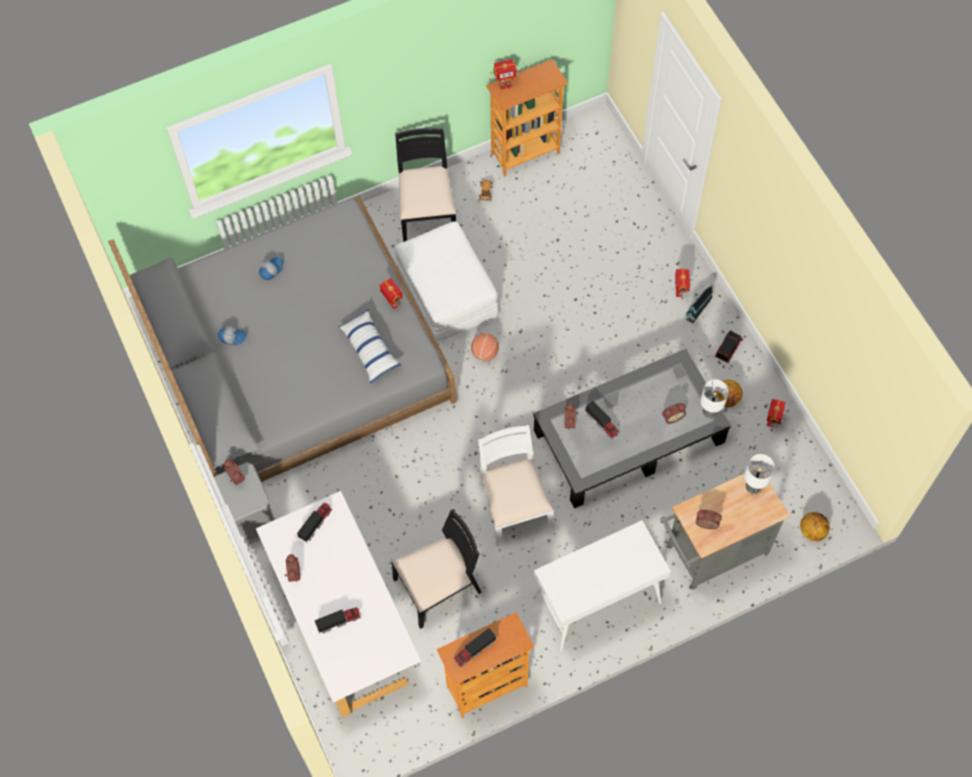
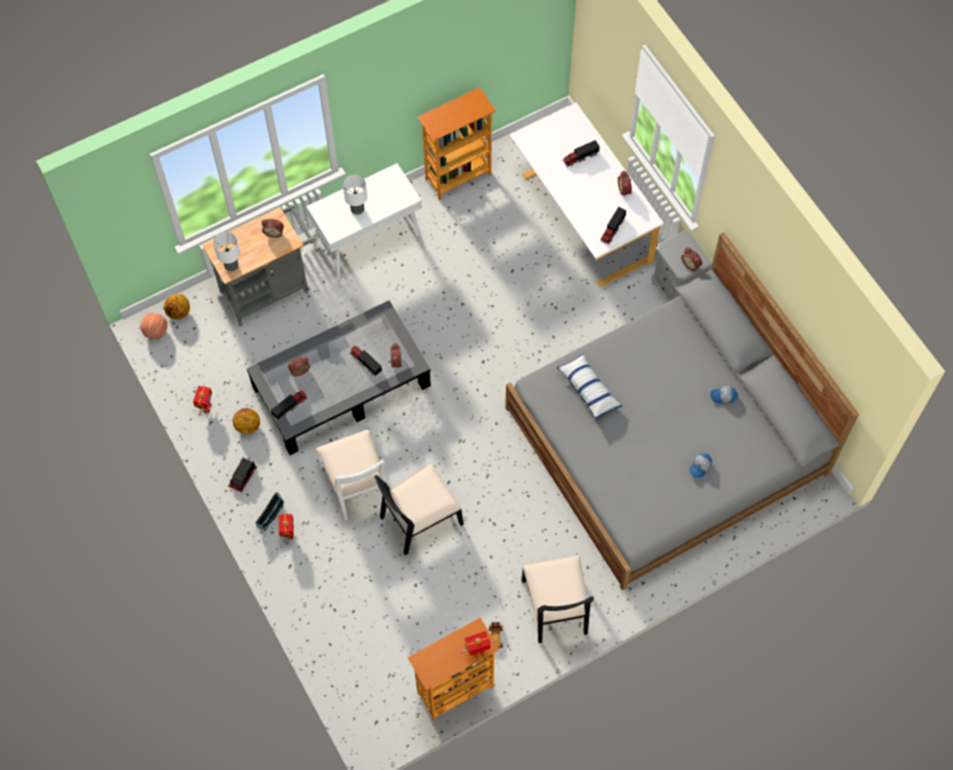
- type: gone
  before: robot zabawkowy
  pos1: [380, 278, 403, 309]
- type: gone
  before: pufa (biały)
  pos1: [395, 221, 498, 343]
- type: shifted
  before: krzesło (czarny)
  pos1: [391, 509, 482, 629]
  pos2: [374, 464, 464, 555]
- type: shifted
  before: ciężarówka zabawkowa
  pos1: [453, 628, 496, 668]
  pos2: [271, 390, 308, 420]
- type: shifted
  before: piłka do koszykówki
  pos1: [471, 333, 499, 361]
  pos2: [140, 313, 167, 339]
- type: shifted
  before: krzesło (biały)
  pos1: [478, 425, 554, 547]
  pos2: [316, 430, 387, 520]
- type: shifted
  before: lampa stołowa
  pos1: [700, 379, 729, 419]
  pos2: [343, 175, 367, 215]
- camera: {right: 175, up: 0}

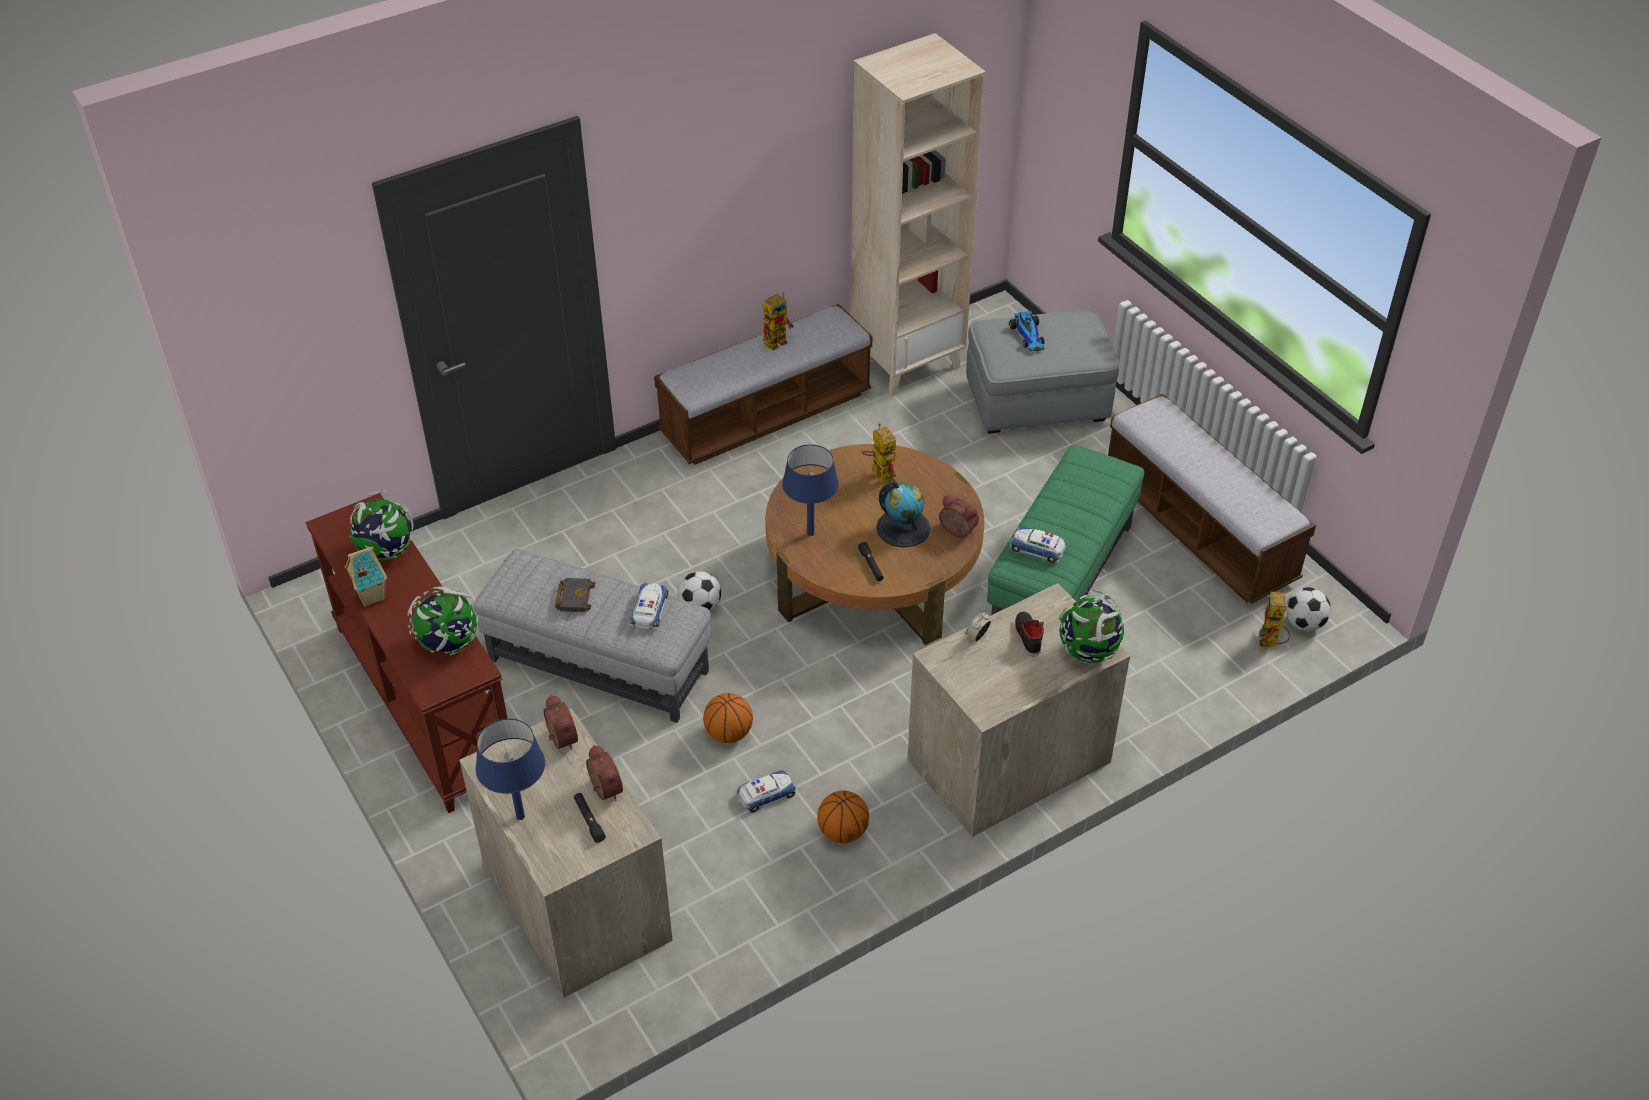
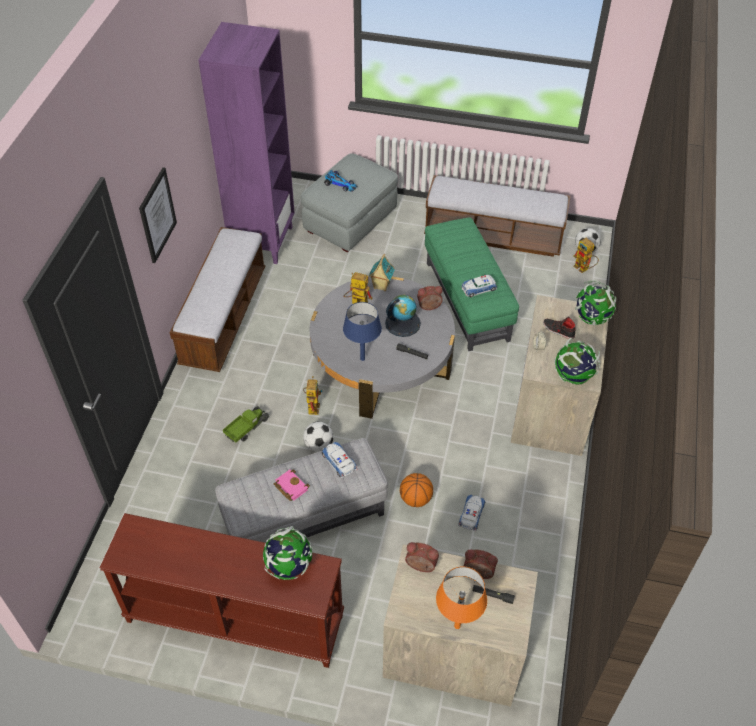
- type: gone
  before: piłka do koszykówki
  pos1: [817, 790, 869, 843]
- type: new
  after: obraz
  pos2: [139, 167, 177, 263]
- type: new
  after: ciężarówka zabawkowa
  pos2: [223, 406, 269, 442]
- type: shifted
  before: domek
  pos1: [344, 546, 387, 607]
  pos2: [369, 254, 395, 292]
- type: shifted
  before: globus
  pos1: [350, 491, 414, 561]
  pos2: [554, 338, 601, 384]
- type: shifted
  before: robot zabawkowy
  pos1: [763, 292, 794, 351]
  pos2: [303, 376, 322, 415]
- type: repainted
  before: lampa stołowa (niebieski)
  after: lampa stołowa (pomarańczowy)
  pos1: [476, 718, 545, 820]
  pos2: [436, 567, 487, 629]
- type: repainted
  before: książka (czarny)
  after: książka (różowy)
  pos1: [555, 578, 595, 612]
  pos2: [274, 469, 310, 501]
- type: repainted
  before: ława (brązowy)
  after: ława (szary)
  pos1: [765, 444, 984, 645]
  pos2: [309, 276, 455, 419]
- type: repainted
  before: regał (beżowy)
  after: regał (fioletowy)
  pos1: [850, 33, 986, 396]
  pos2: [198, 22, 295, 264]
- camera: {right: -45, up: 5}

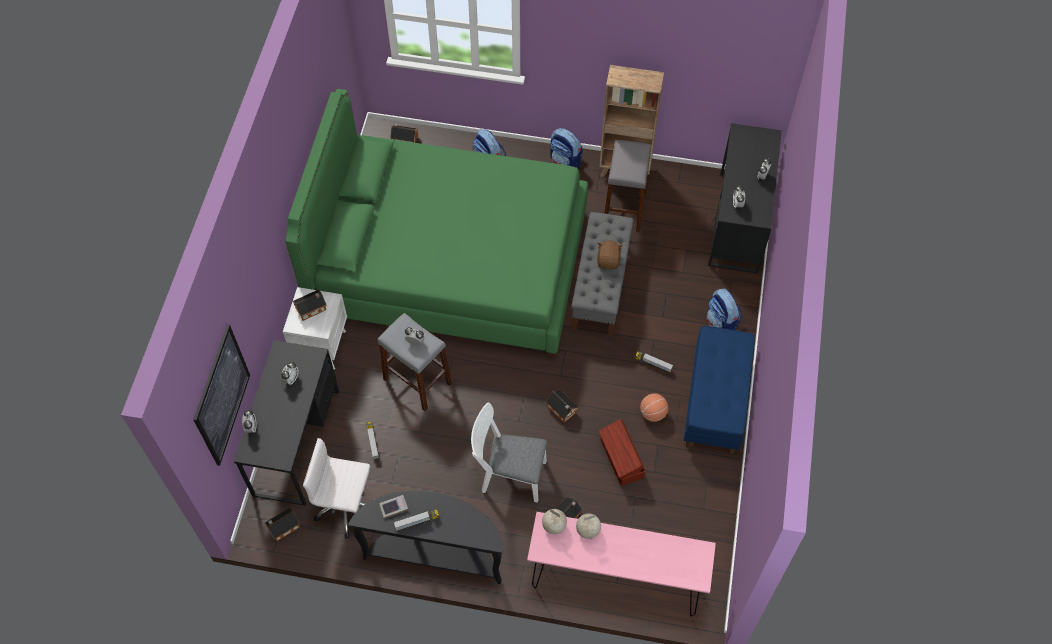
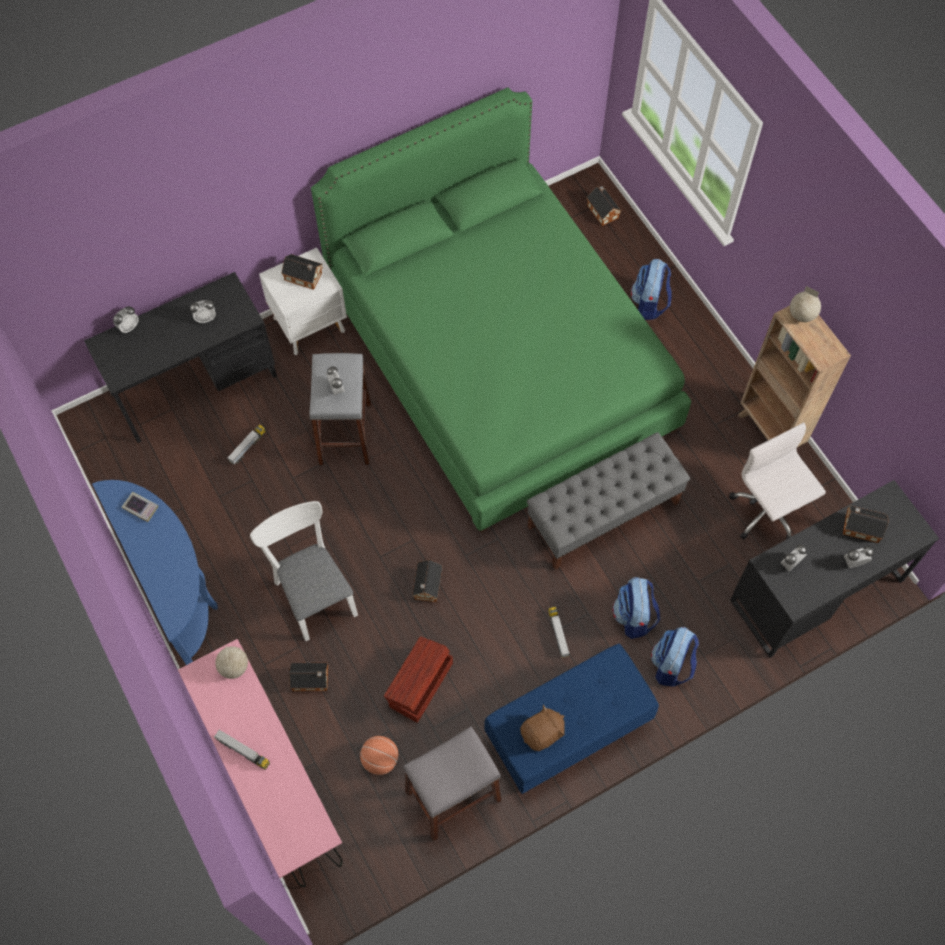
- type: gone
  before: obraz
  pos1: [193, 324, 250, 466]
- type: shifted
  before: domek
  pos1: [265, 507, 300, 541]
  pos2: [843, 505, 889, 543]
- type: shifted
  before: krzesło biurowe (biały)
  pos1: [303, 438, 370, 539]
  pos2: [729, 423, 826, 540]
- type: shifted
  before: ciężarówka zabawkowa
  pos1: [394, 510, 439, 531]
  pos2: [214, 729, 270, 770]
- type: shifted
  before: plecak
  pos1: [550, 128, 583, 169]
  pos2: [613, 577, 660, 639]
- type: shifted
  before: globus
  pos1: [576, 513, 601, 539]
  pos2: [790, 286, 821, 322]
- type: shifted
  before: pluszak (brązowy)
  pos1: [597, 240, 623, 269]
  pos2: [520, 705, 565, 751]
- type: shifted
  before: stołek (szary)
  pos1: [604, 140, 651, 232]
  pos2: [403, 726, 502, 842]
- type: shifted
  before: piłka do koszykówki
  pos1: [640, 393, 668, 422]
  pos2: [360, 736, 398, 775]
- type: repainted
  before: stolik konsolowy (czarny)
  after: stolik konsolowy (niebieski)
  pos1: [348, 490, 503, 584]
  pos2: [92, 480, 218, 665]
- camera: {right: 50, up: 5}

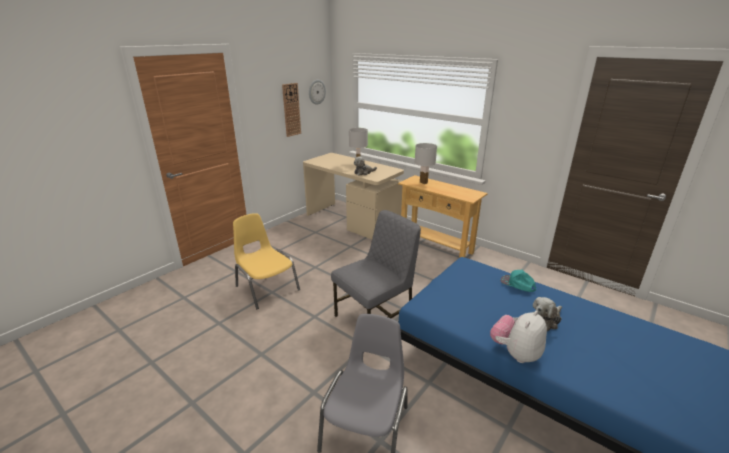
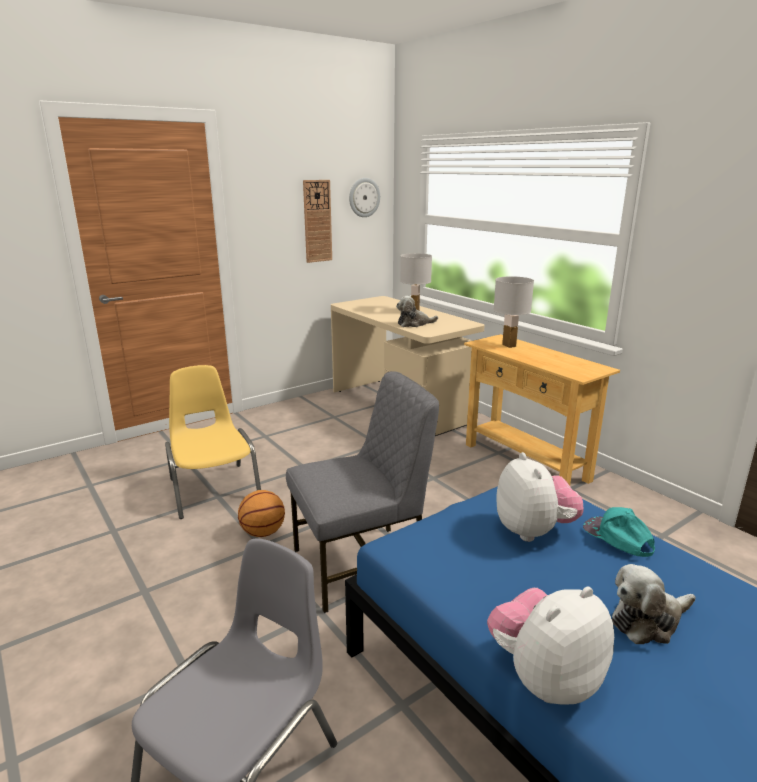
- type: new
  after: piłka do koszykówki
  pos2: [238, 490, 285, 537]
- type: new
  after: pluszak
  pos2: [497, 452, 584, 542]
- camera: {right: 15, up: -5}

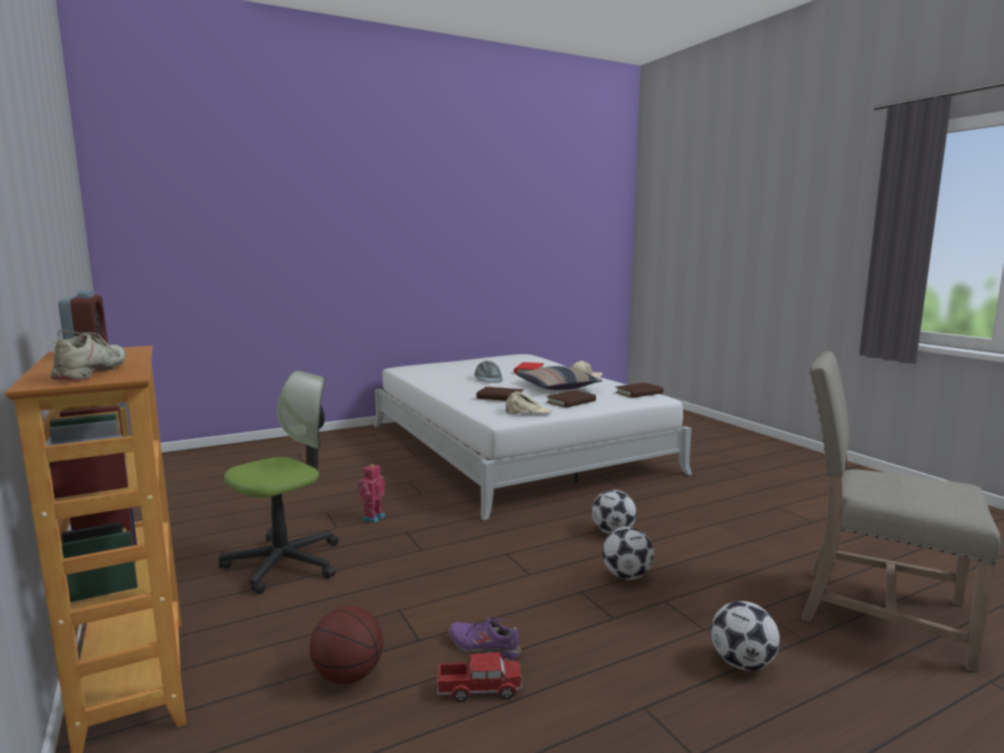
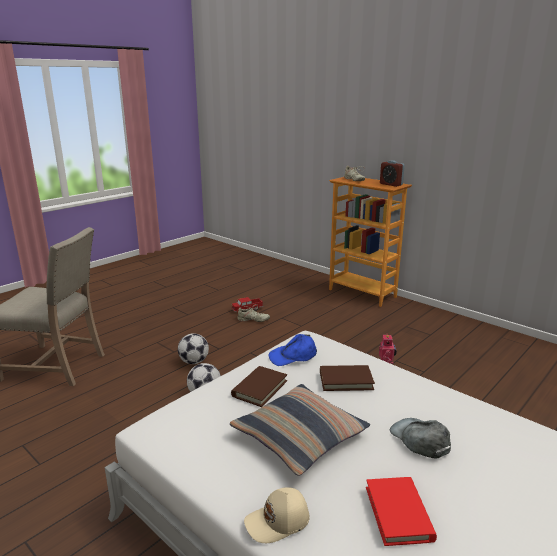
- type: gone
  before: krzesło biurowe
  pos1: [219, 371, 339, 594]
- type: gone
  before: piłka do koszykówki
  pos1: [310, 606, 384, 684]
- type: gone
  before: książka (brązowy)
  pos1: [615, 382, 664, 398]
- type: gone
  before: piłka futbolowa
  pos1: [711, 601, 780, 671]
- type: repainted
  before: but (fioletowy)
  after: but (beżowy)
  pos1: [449, 616, 521, 660]
  pos2: [237, 304, 270, 322]
- type: repainted
  before: czapka z daszkiem (beżowy)
  after: czapka z daszkiem (niebieski)
  pos1: [506, 391, 552, 414]
  pos2: [269, 334, 317, 366]
- camera: {right: 160, up: 10}

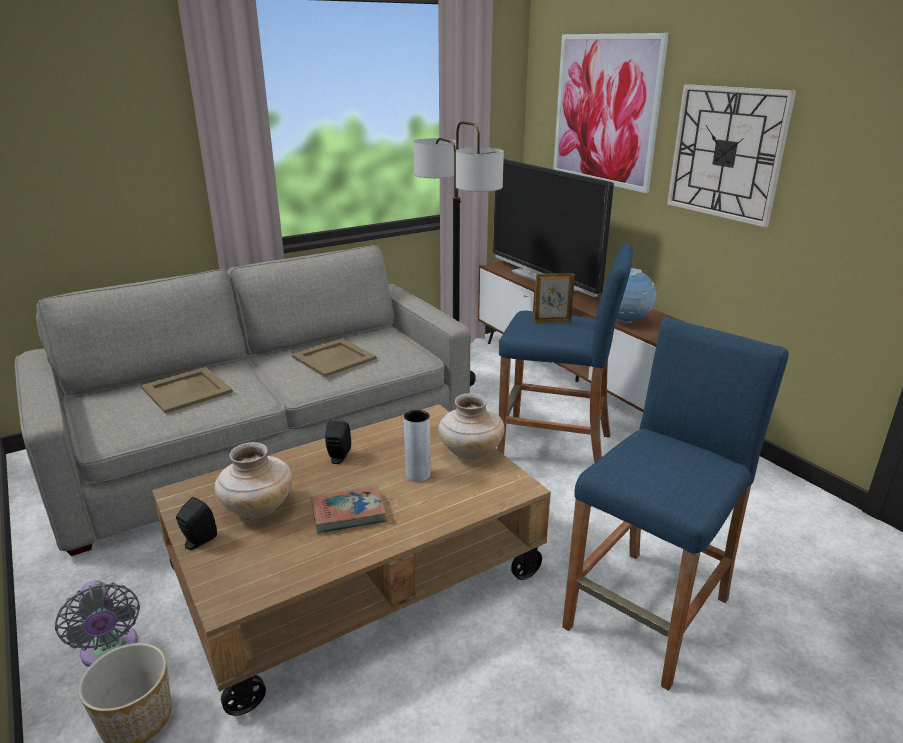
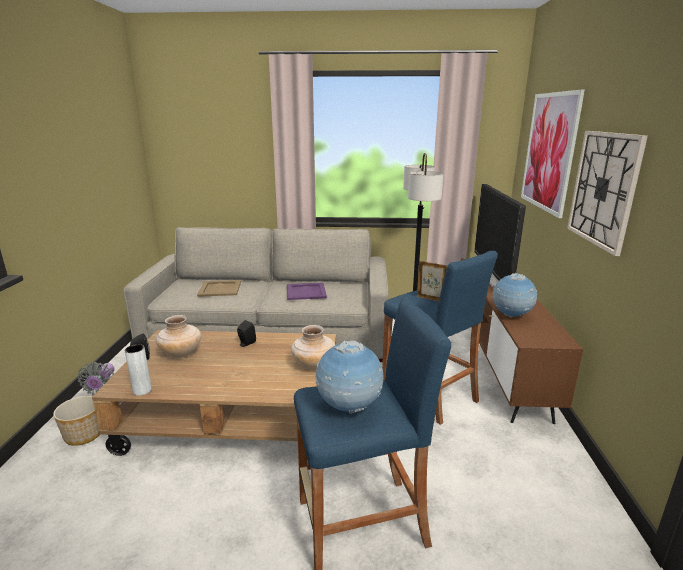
- type: gone
  before: książka
  pos1: [311, 486, 387, 533]
- type: new
  after: globus
  pos2: [315, 341, 384, 414]
- type: shifted
  before: wazon (szary)
  pos1: [404, 410, 431, 482]
  pos2: [125, 344, 152, 396]
- type: repainted
  before: taca (beżowy)
  after: taca (fioletowy)
  pos1: [292, 338, 377, 377]
  pos2: [287, 283, 327, 300]
- camera: {right: 35, up: -5}

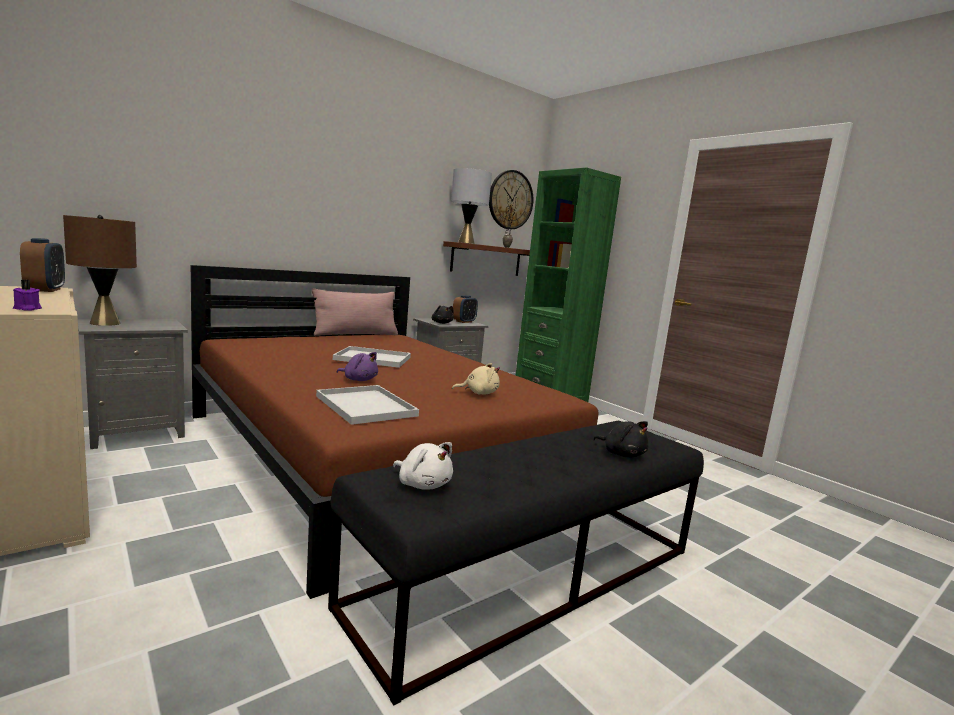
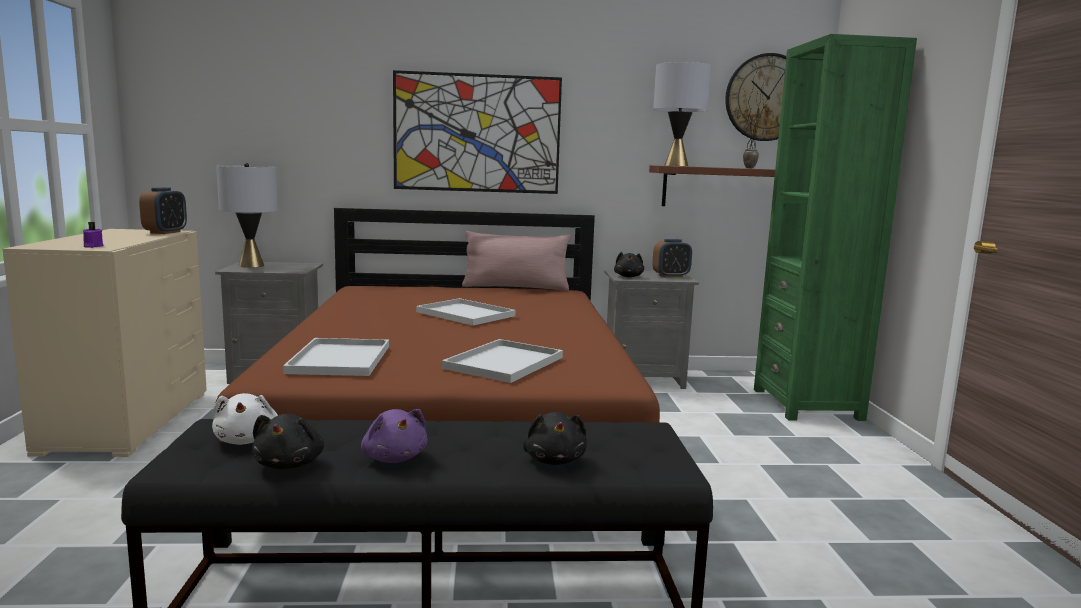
- type: new
  after: pluszak (czarny)
  pos2: [252, 414, 324, 469]
- type: new
  after: obraz
  pos2: [393, 70, 562, 194]
- type: shifted
  before: pluszak (fioletowy)
  pos1: [336, 352, 378, 381]
  pos2: [361, 409, 427, 463]
- type: swapped
  before: pluszak (beżowy)
  after: taca (biały)
  pos1: [452, 363, 500, 395]
  pos2: [442, 339, 563, 383]
- type: repainted
  before: lampa stołowa (brązowy)
  after: lampa stołowa (szary)
  pos1: [63, 215, 137, 326]
  pos2: [216, 163, 278, 268]
- camera: {right: 35, up: 0}

